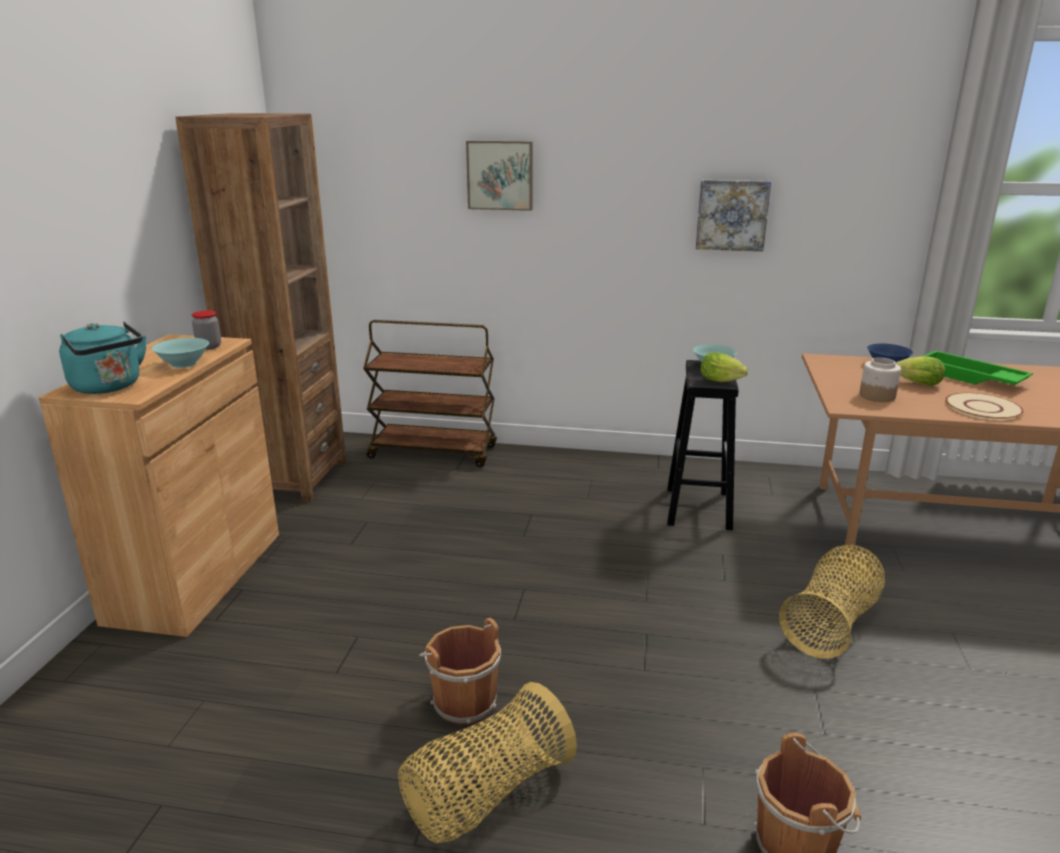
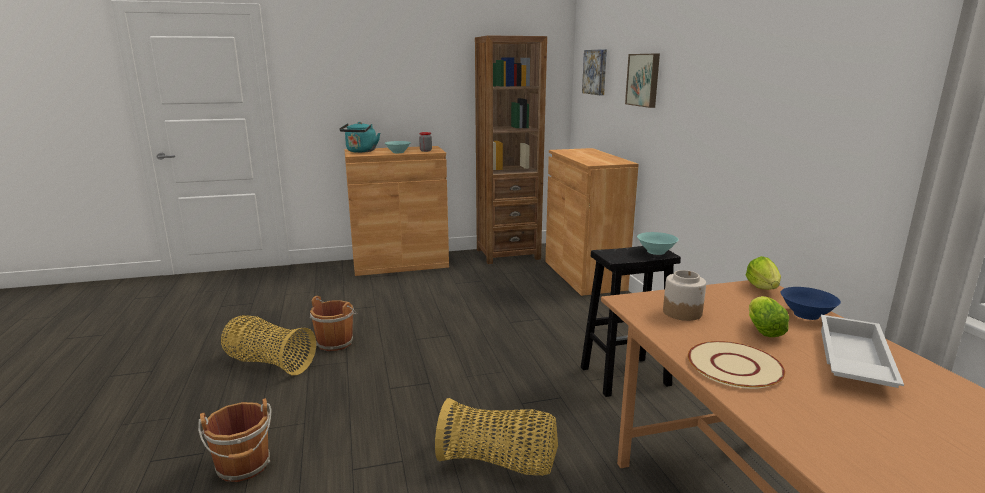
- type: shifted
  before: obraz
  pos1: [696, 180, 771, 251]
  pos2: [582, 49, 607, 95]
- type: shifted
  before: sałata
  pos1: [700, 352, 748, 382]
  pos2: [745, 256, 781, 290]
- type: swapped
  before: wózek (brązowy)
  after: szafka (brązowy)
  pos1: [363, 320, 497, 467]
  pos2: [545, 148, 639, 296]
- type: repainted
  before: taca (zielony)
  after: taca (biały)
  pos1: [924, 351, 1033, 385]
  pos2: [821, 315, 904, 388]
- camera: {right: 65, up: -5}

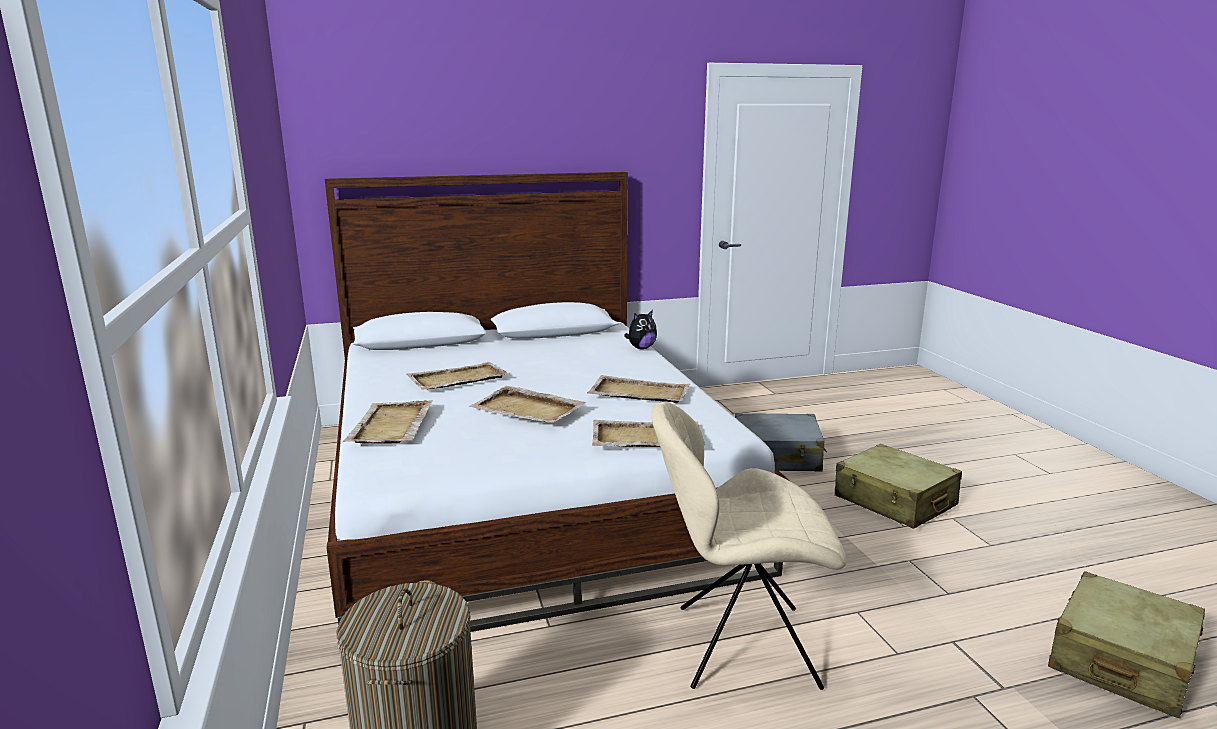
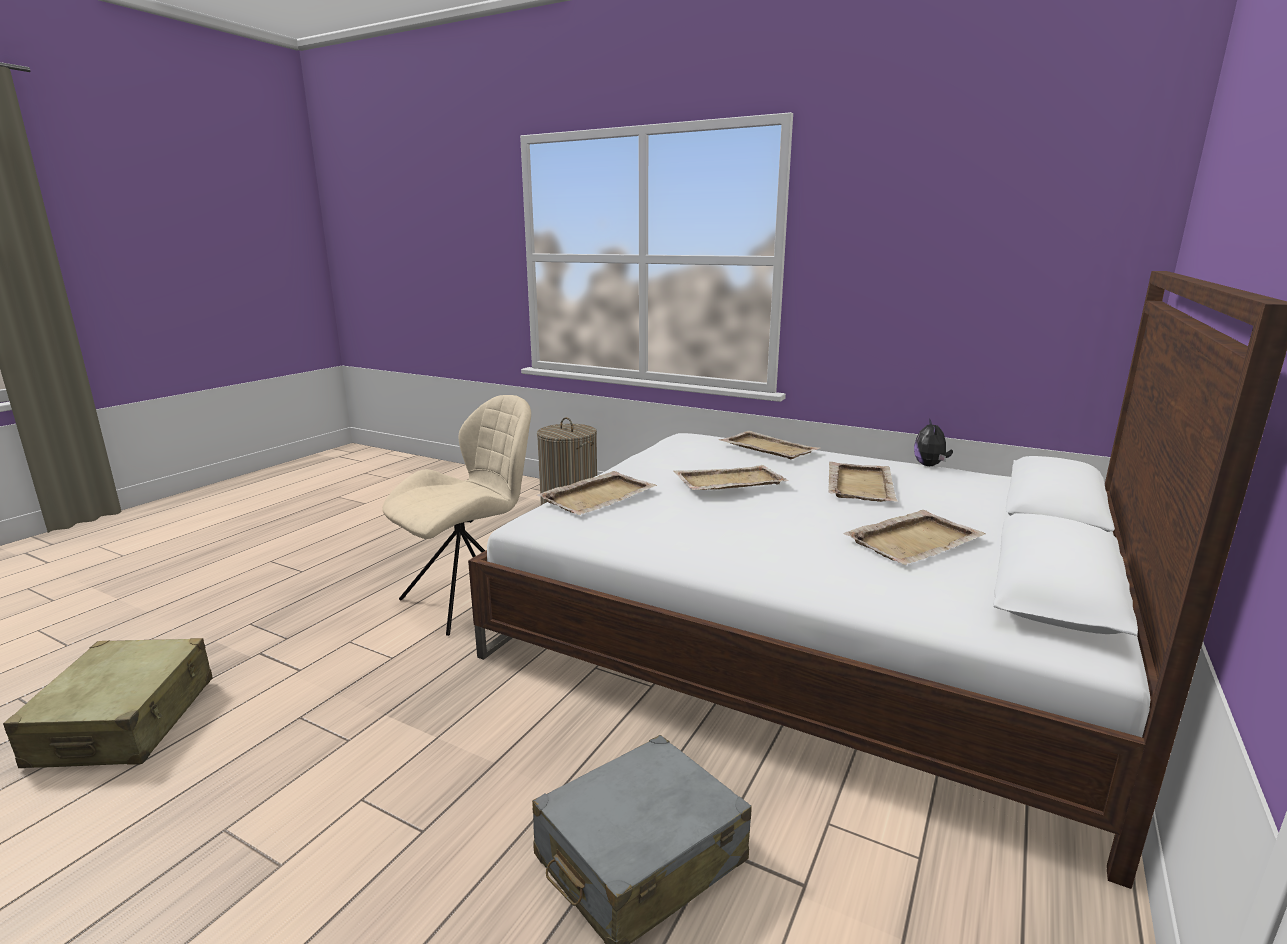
- type: gone
  before: walizka (beżowy)
  pos1: [835, 444, 962, 529]
- type: shifted
  before: taca (beżowy)
  pos1: [587, 375, 691, 403]
  pos2: [843, 510, 986, 565]
- type: shifted
  before: pluszak
  pos1: [624, 310, 657, 349]
  pos2: [914, 418, 953, 466]
- camera: {right: 135, up: 0}

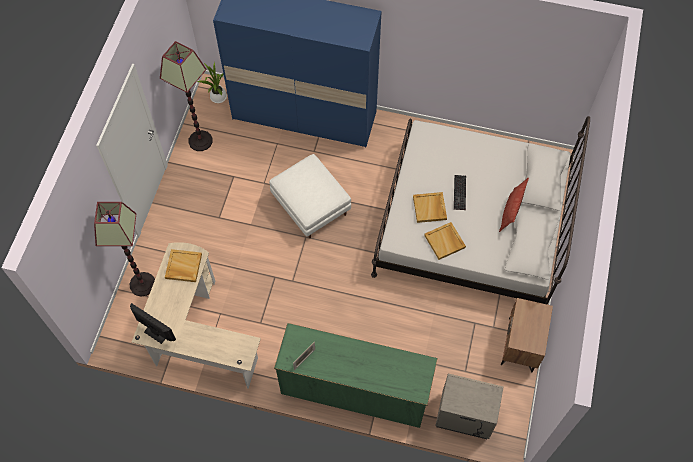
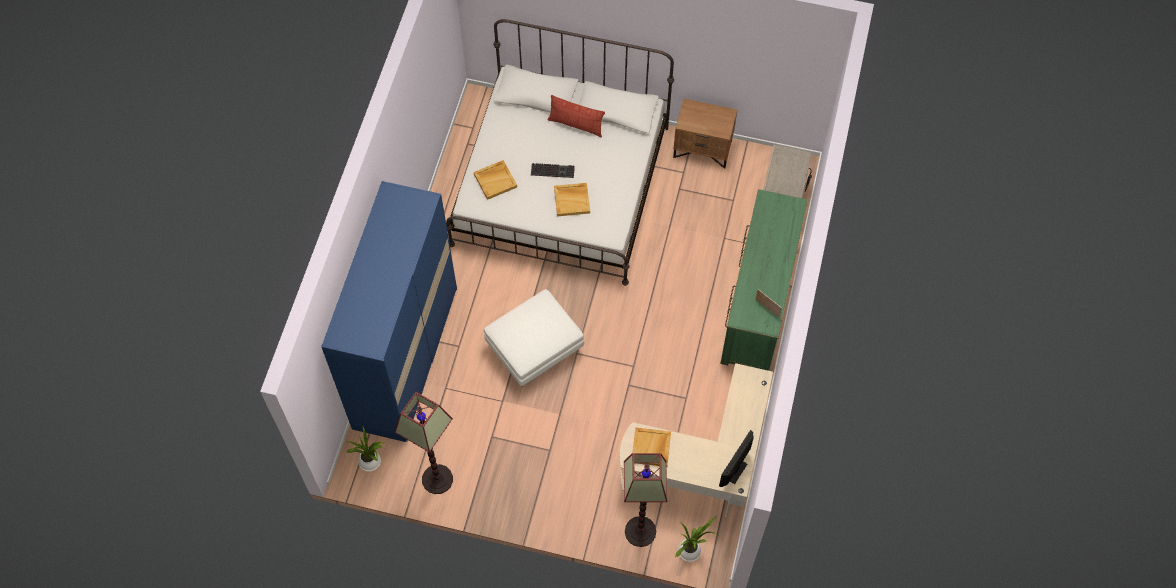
- type: new
  after: roślina doniczkowa
  pos2: [675, 516, 718, 562]
- type: shifted
  before: taca (beżowy)
  pos1: [424, 222, 466, 260]
  pos2: [474, 160, 517, 200]
- camera: {right: -90, up: 0}

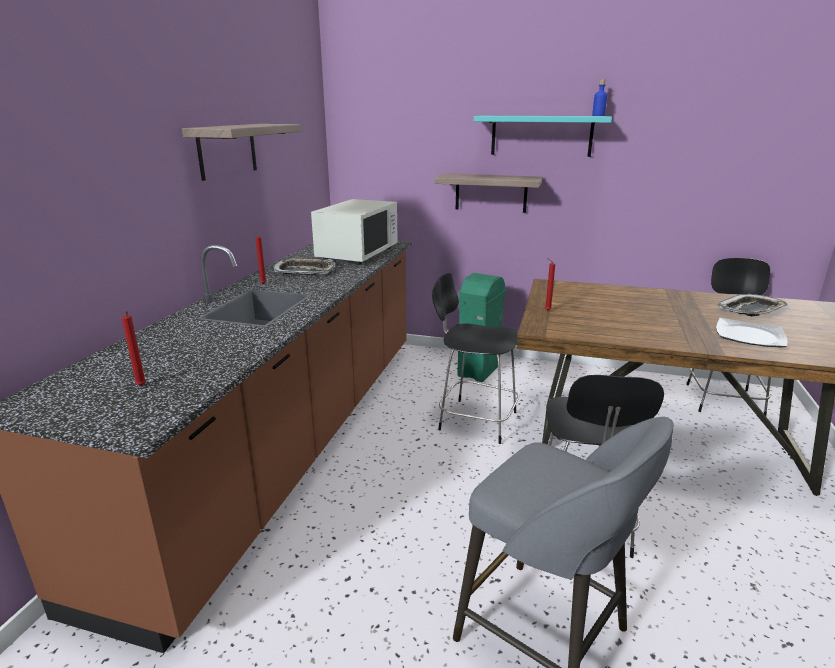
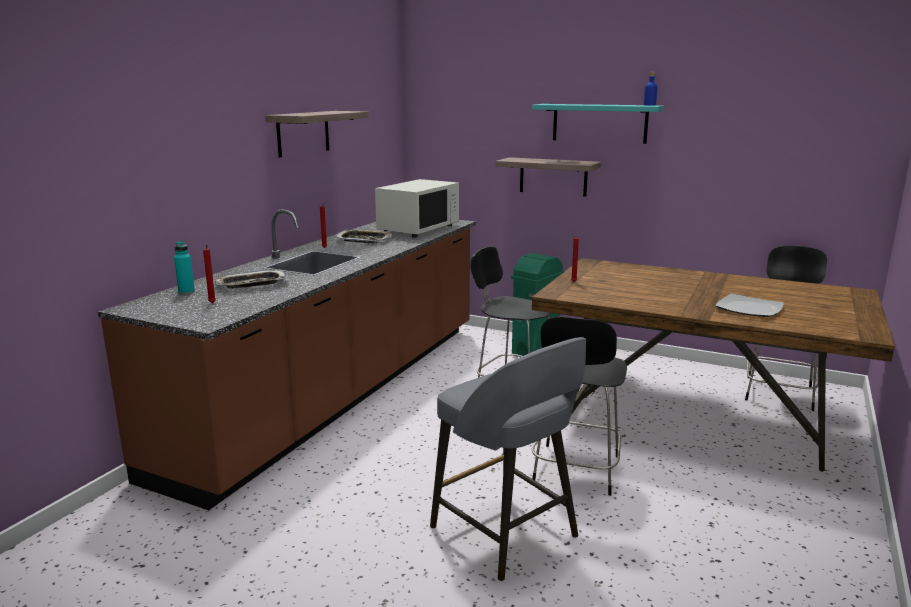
- type: new
  after: butelka (turkusowy)
  pos2: [174, 241, 195, 295]
- type: shifted
  before: taca
  pos1: [718, 294, 788, 316]
  pos2: [215, 270, 289, 289]
- camera: {right: 10, up: -5}

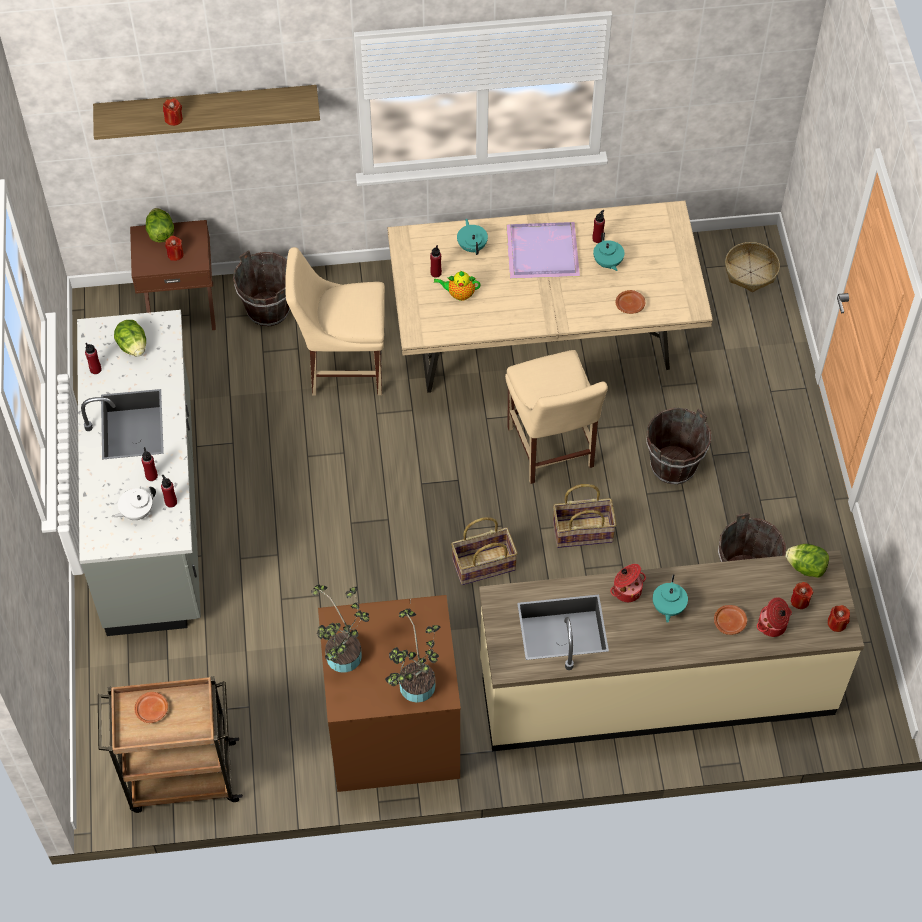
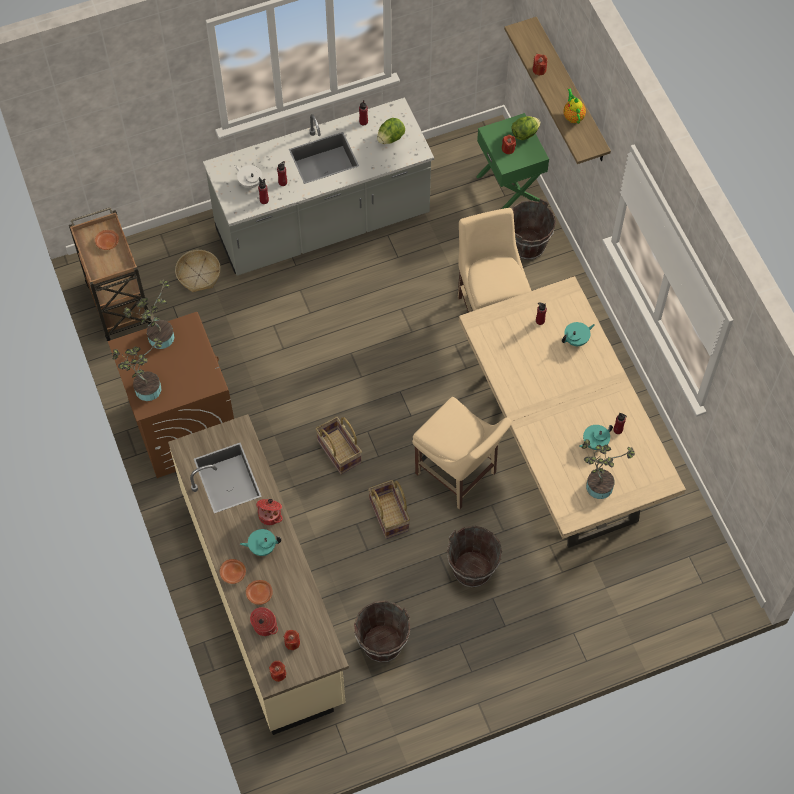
- type: gone
  before: taca (fioletowy)
  pos1: [506, 222, 580, 279]
- type: gone
  before: sałata
  pos1: [786, 544, 829, 578]
- type: new
  after: roślina doniczkowa
  pos2: [581, 439, 635, 499]
- type: shifted
  before: imbryk
  pos1: [434, 271, 481, 301]
  pos2: [563, 88, 586, 124]
- type: shifted
  before: talerz (brązowy)
  pos1: [615, 290, 646, 314]
  pos2: [220, 559, 246, 584]
- type: shifted
  before: koszyk
  pos1: [725, 242, 780, 292]
  pos2: [175, 250, 221, 292]
- type: repainted
  before: szafka nocna (brązowy)
  after: szafka nocna (zielony)
  pos1: [130, 220, 216, 330]
  pos2: [476, 113, 549, 209]
- type: rotated
  before: krzesło (beżowy)
  pos1: [505, 350, 608, 484]
  pos2: [412, 397, 512, 510]
  turn: -105
- camera: {right: 75, up: 5}

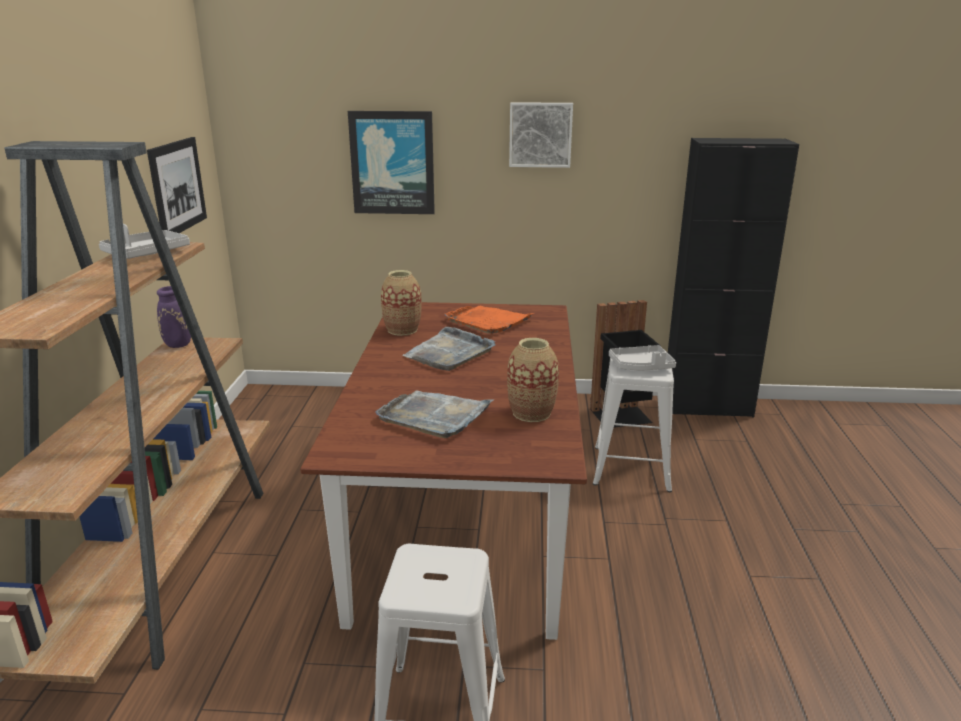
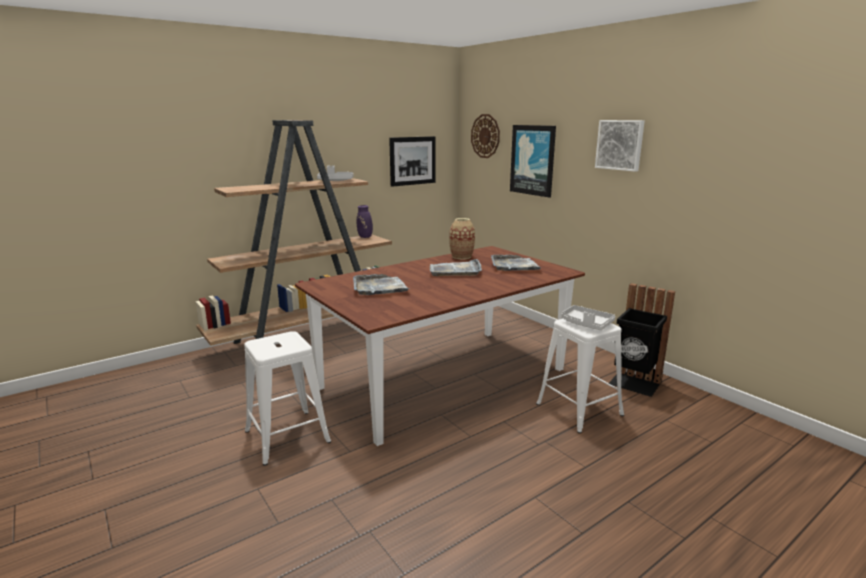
- type: gone
  before: wazon
  pos1: [507, 338, 559, 422]
- type: gone
  before: szafka (czarny)
  pos1: [668, 138, 799, 418]
- type: new
  after: zegar ścienny
  pos2: [471, 114, 500, 158]
- type: repainted
  before: taca (pomarańczowy)
  after: taca (szary)
  pos1: [444, 306, 535, 334]
  pos2: [491, 255, 541, 271]
- camera: {right: 50, up: -5}

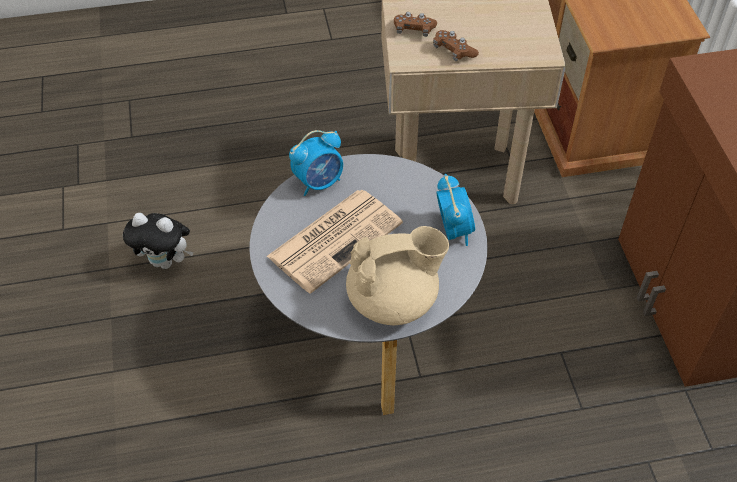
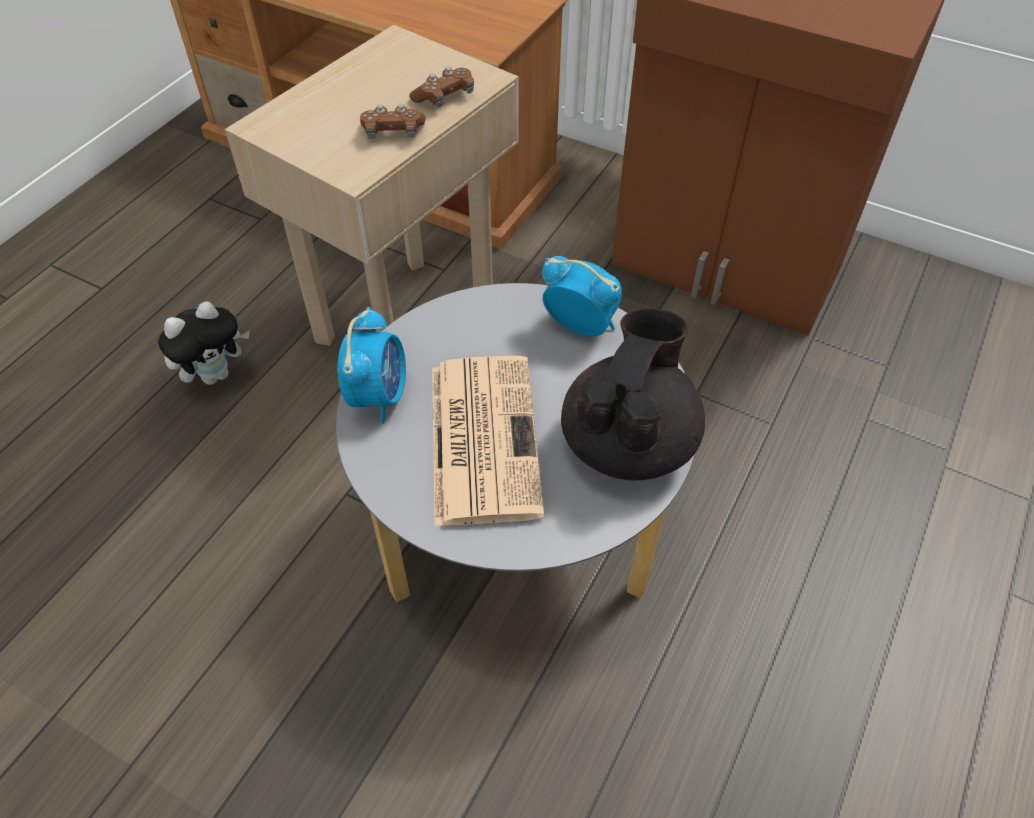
- type: shifted
  before: pluszak
  pos1: [123, 213, 194, 269]
  pos2: [158, 301, 249, 385]
- type: shifted
  before: pad do gier (brązowy)
  pos1: [394, 12, 437, 37]
  pos2: [409, 67, 474, 107]
- type: repainted
  before: imbryk (beżowy)
  after: imbryk (czarny)
  pos1: [346, 226, 449, 326]
  pos2: [561, 308, 705, 481]
- camera: {right: -50, up: 0}

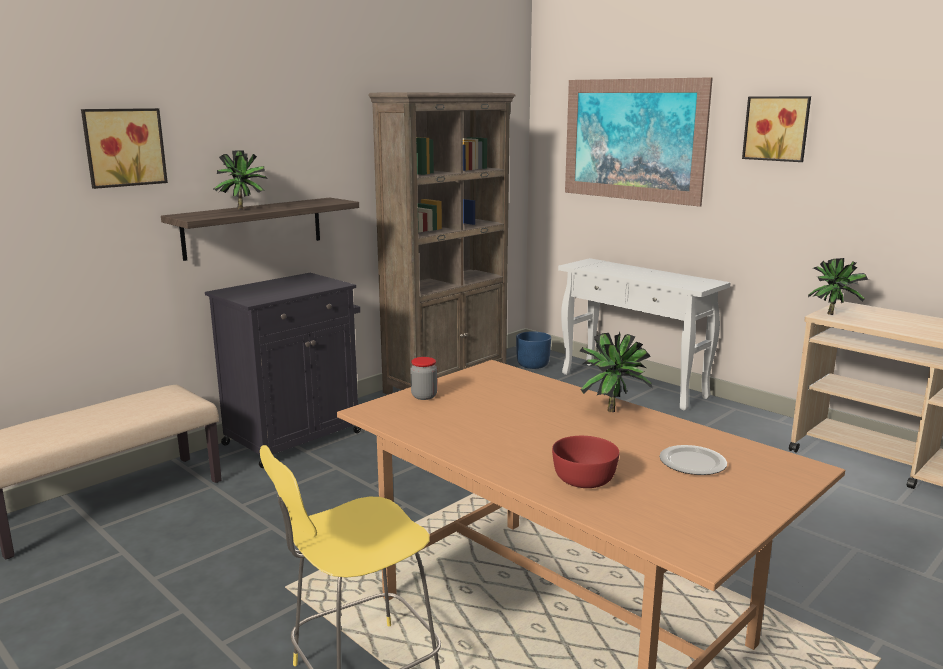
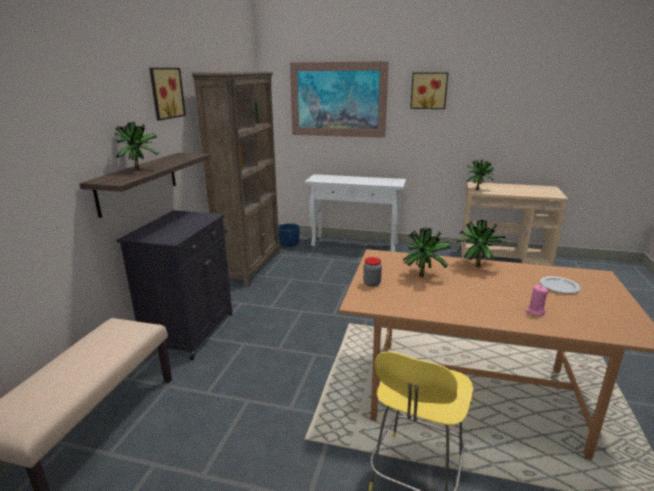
- type: new
  after: roślina doniczkowa
  pos2: [403, 228, 451, 277]
- type: shifted
  before: obraz
  pos1: [81, 108, 168, 189]
  pos2: [149, 68, 186, 121]
- type: swapped
  before: miska (czerwony)
  after: świeca (różowy)
  pos1: [552, 436, 619, 488]
  pos2: [526, 284, 548, 316]
- camera: {right: -30, up: 5}

